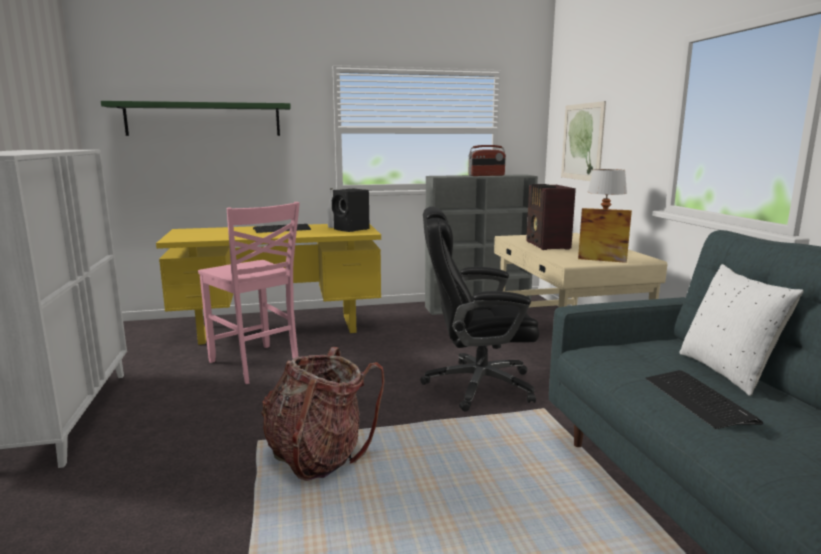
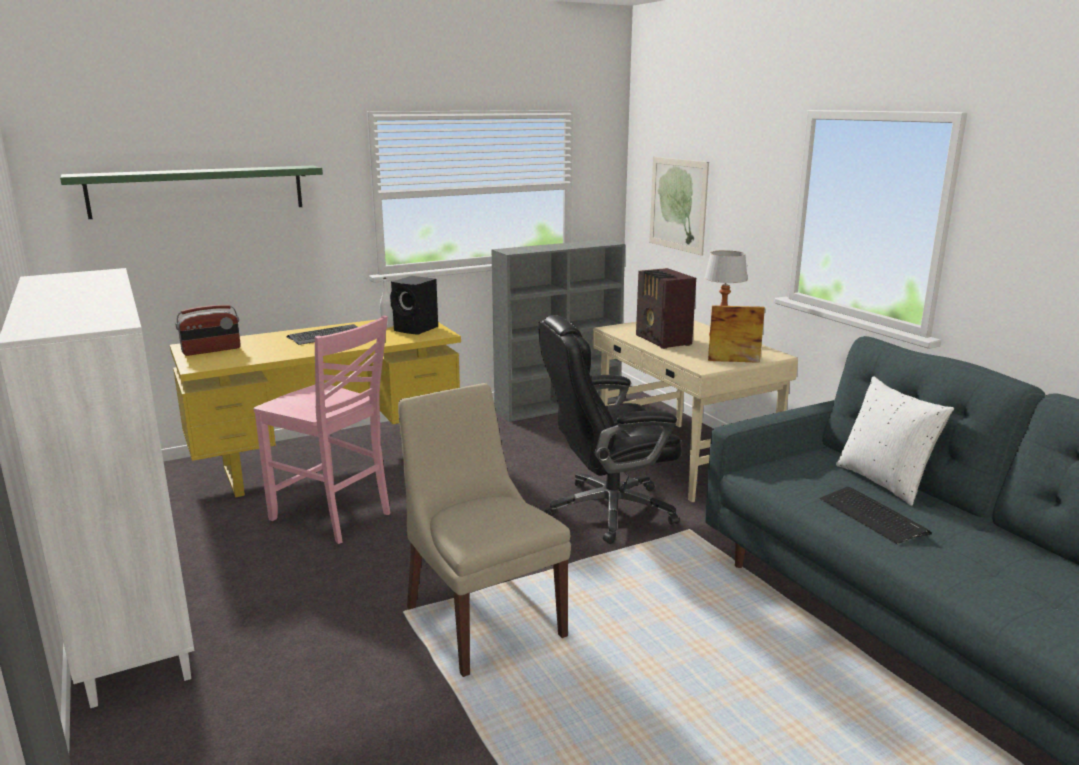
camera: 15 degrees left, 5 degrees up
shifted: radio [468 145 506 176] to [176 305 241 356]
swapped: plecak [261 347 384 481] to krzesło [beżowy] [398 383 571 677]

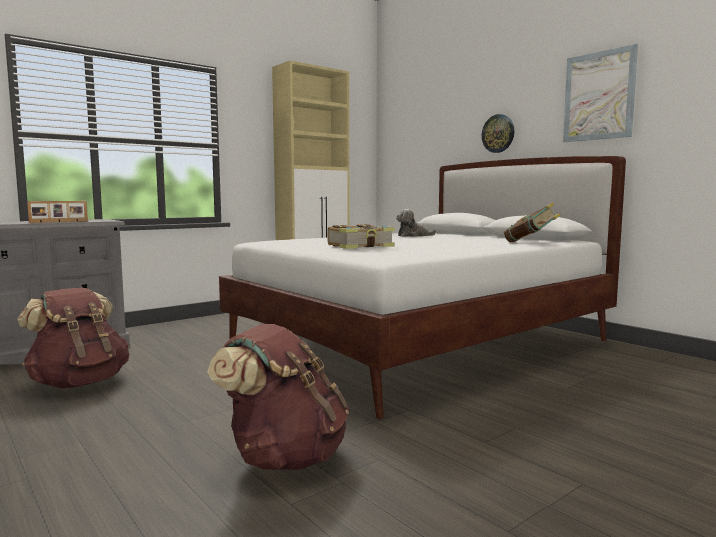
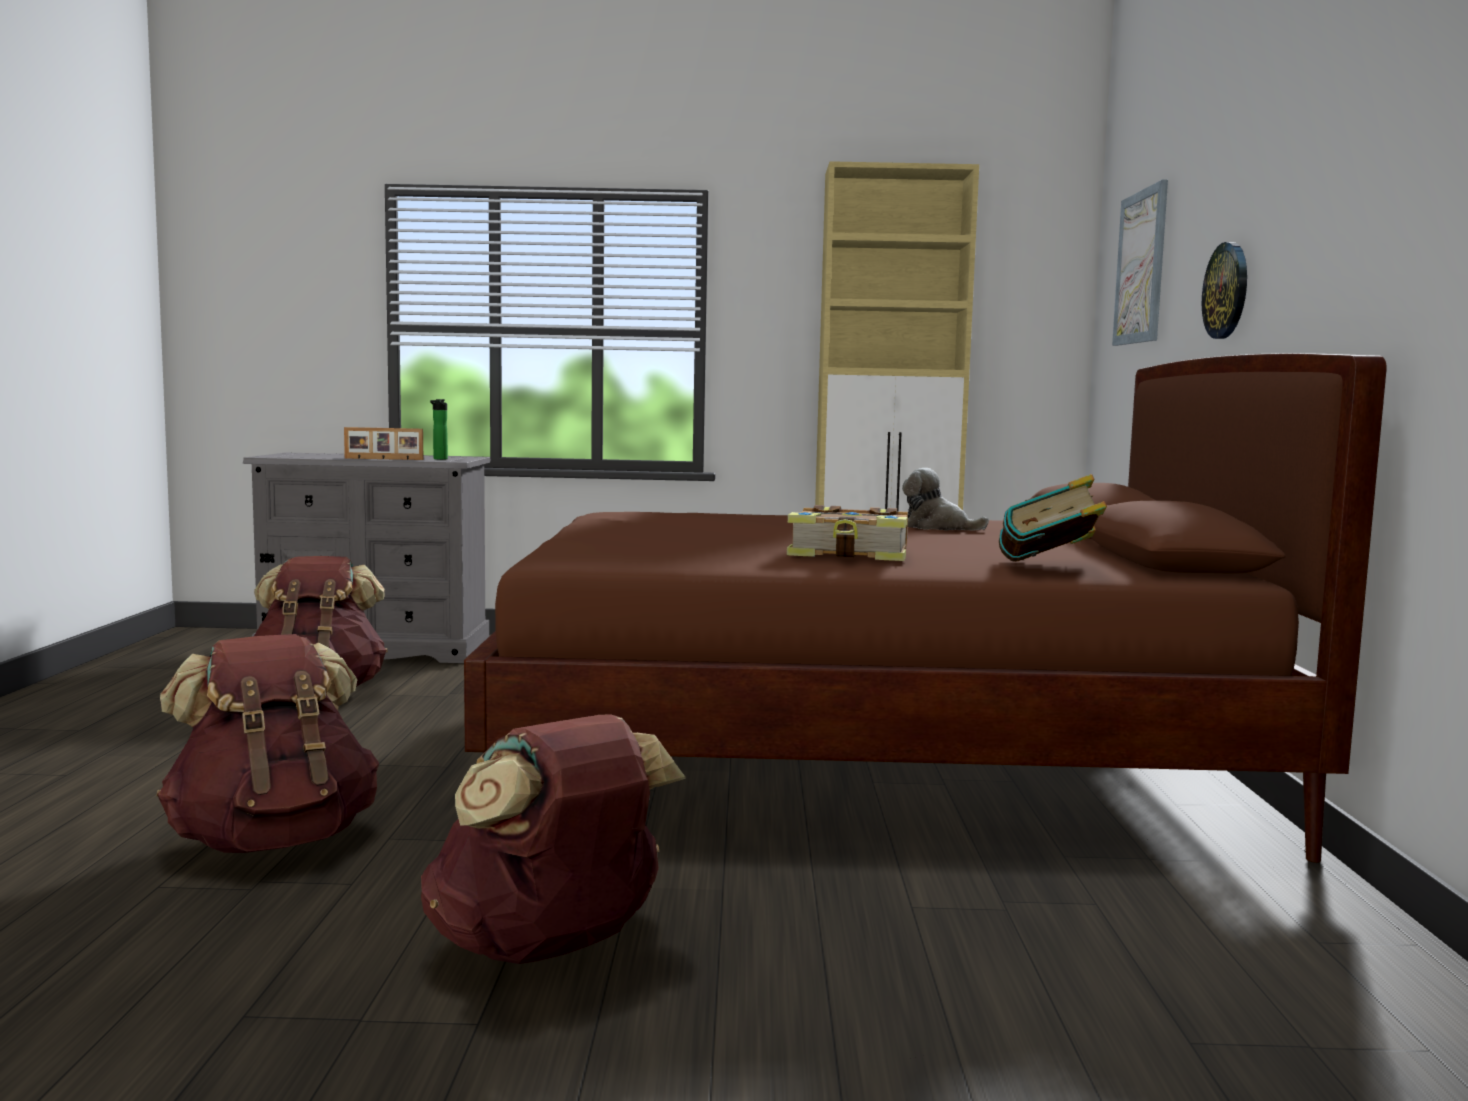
camera: 40 degrees right, 0 degrees up
new: plecak [brązowy] [421 714 686 964]; butelka [430 399 448 460]
shifted: książka [327 224 395 249] to [787 505 908 561]; obraz [563 44 638 142] to [1112 180 1168 346]
repainted: łóżko [biały] [219 156 626 419] to łóżko [brązowy] [464 353 1387 863]

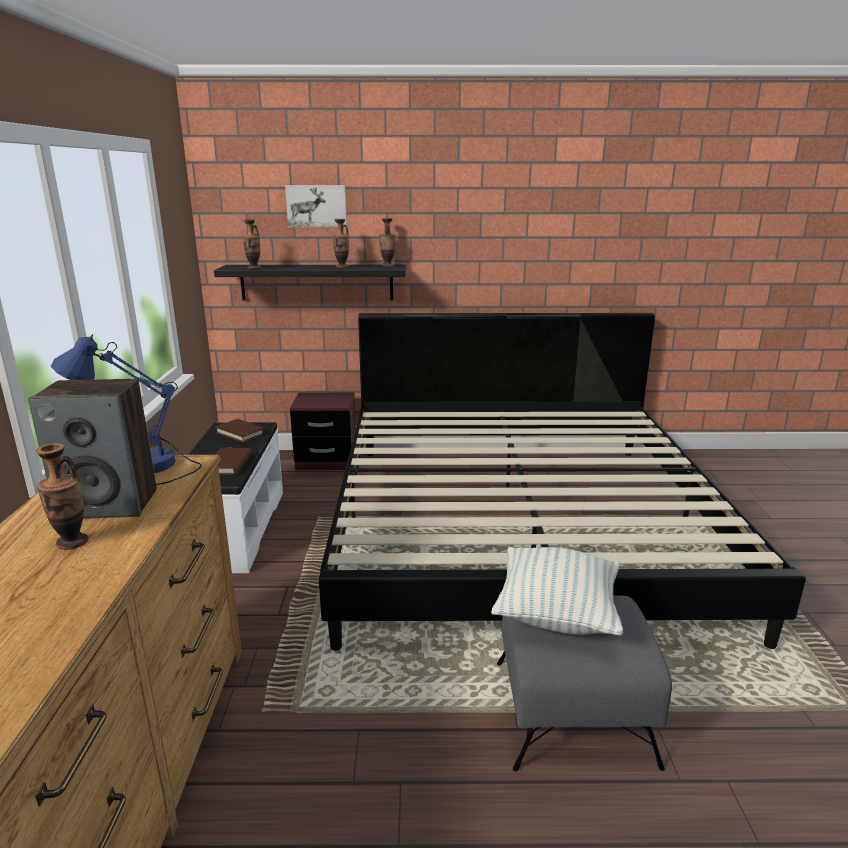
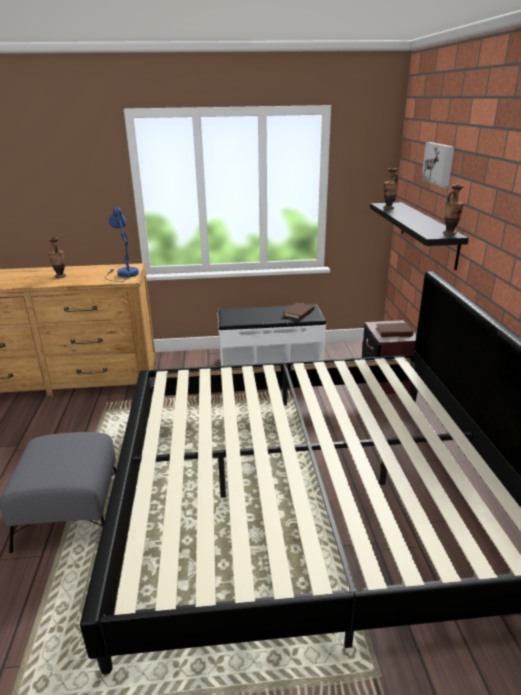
camera: 85 degrees right, 5 degrees up
gone: głośnik [28 379 157 519]; wazon [332 219 349 268]; poduszka [491 547 623 636]
shifted: książka [brązowy] [215 448 252 475] to [376 323 413 337]

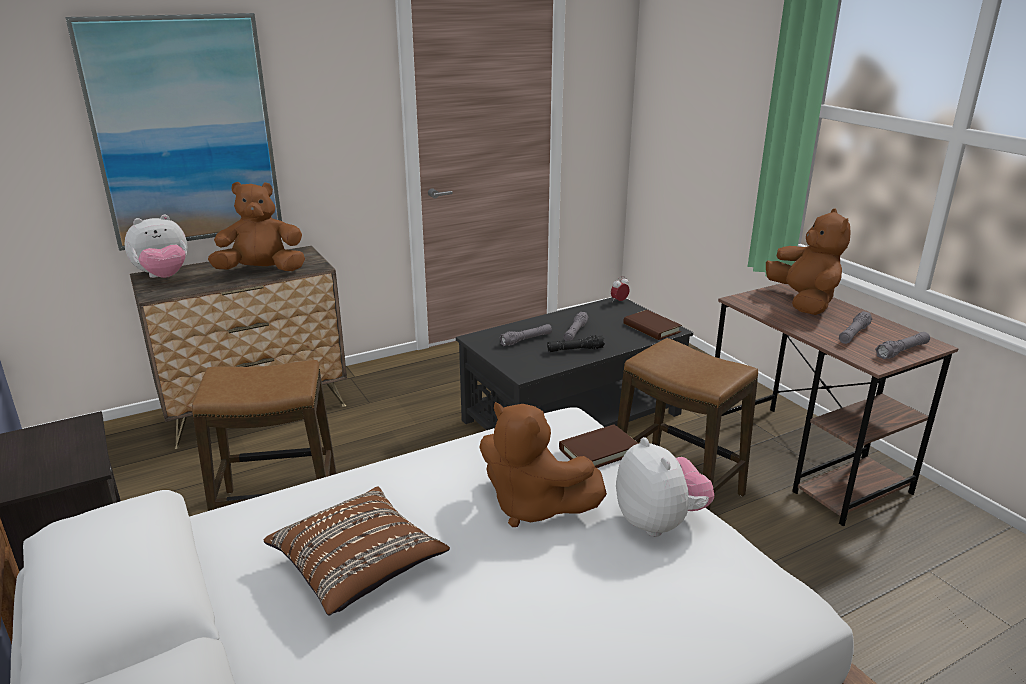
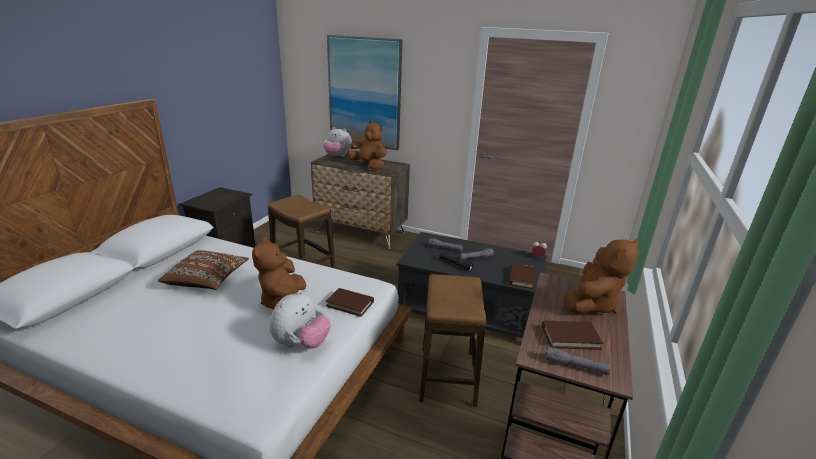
camera: 50 degrees right, 0 degrees up
swapped: latarka [szary] [839 311 872 344] to książka [brązowy] [542 321 604 350]

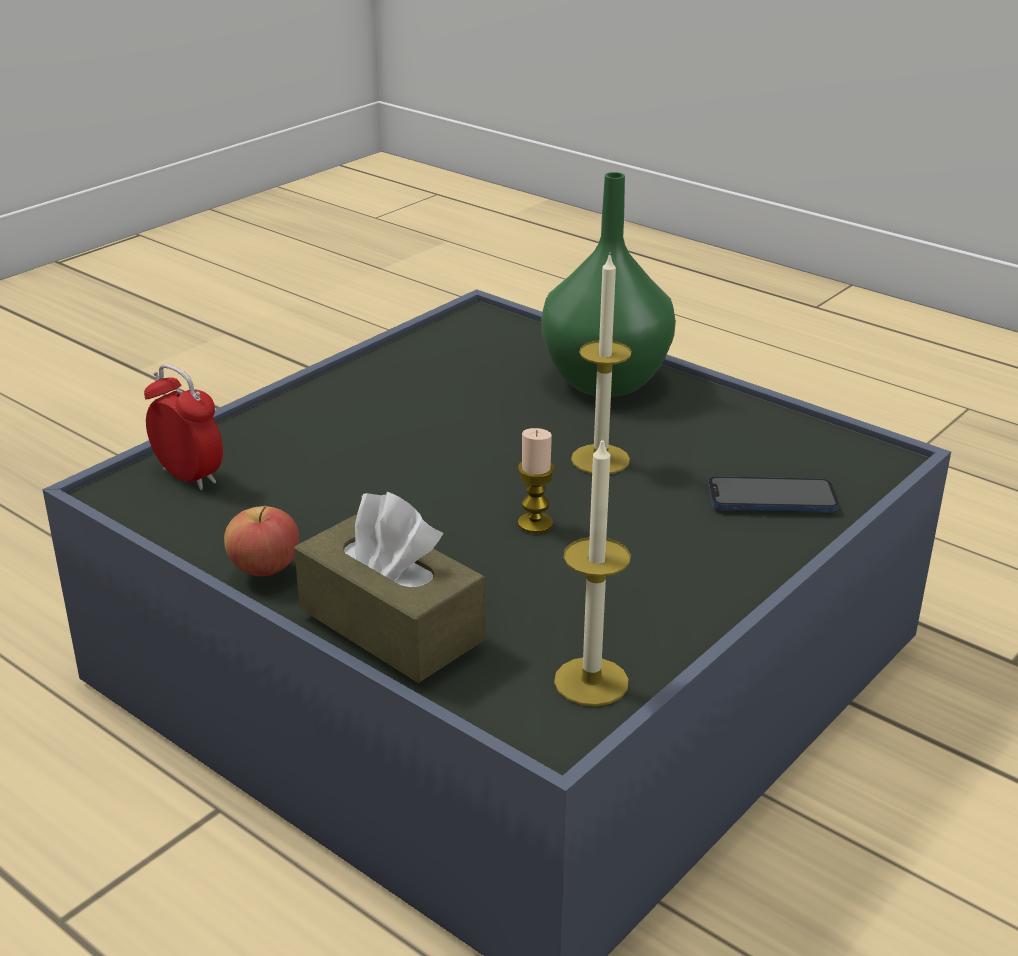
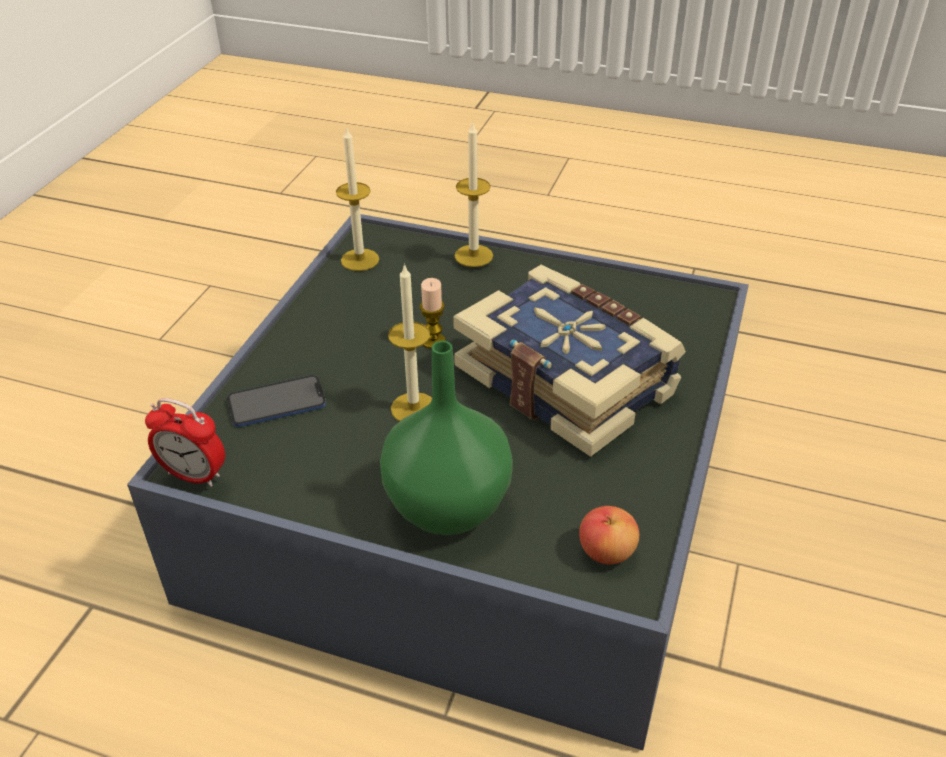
camera: 160 degrees right, 10 degrees up
new: książka [453 265 686 457]
shifted: budzik [144 364 223 490] to [145 398 225 487]; jabłko [224 506 299 576] to [579 506 639 564]
swapped: pudełko chusteczek [brązowy] [294 492 485 683] to świeca [455 121 493 267]

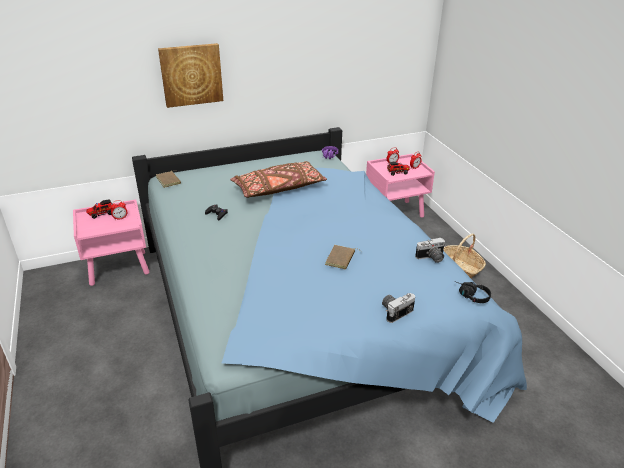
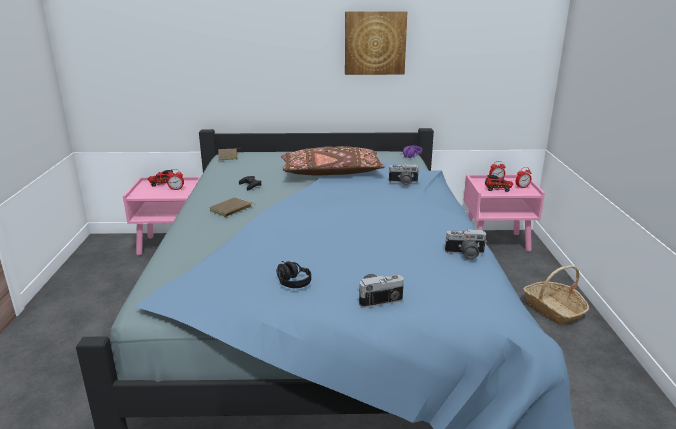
camera: 20 degrees right, 10 degrees down
new: aparat fotograficzny [388 164 419 185]
shifted: książka [brązowy] [325 245 361 270] to [209 197 255 217]; słuchawki [czarny] [457 282 491 303] to [276 261 311 288]; obraz [158 43 223 108] to [345 11 407 75]

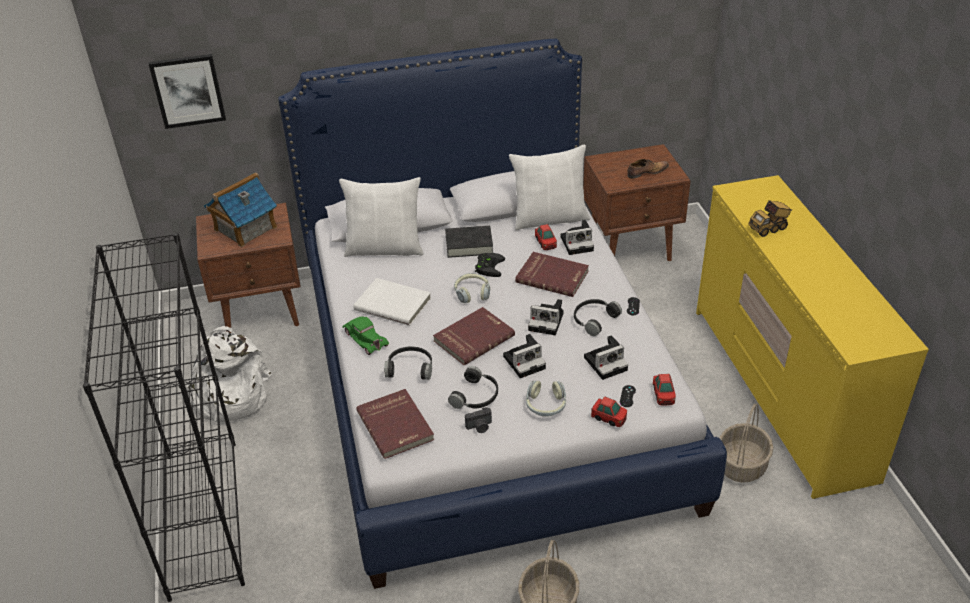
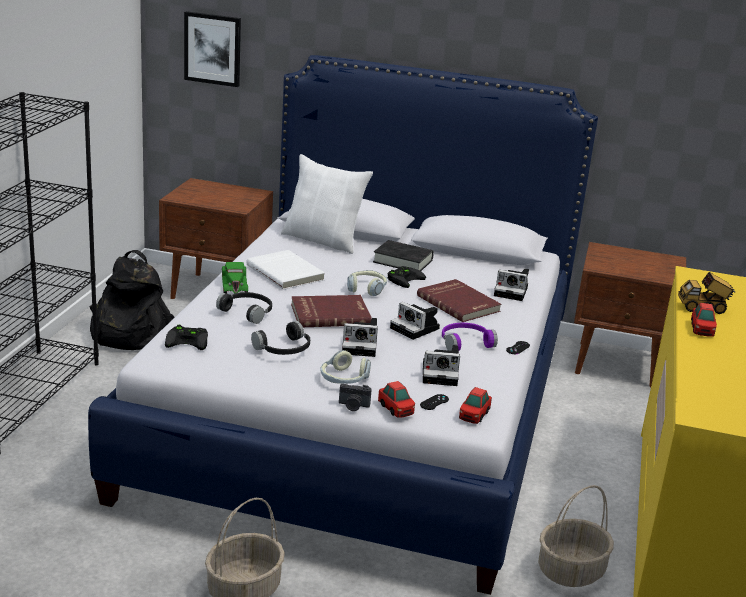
camera: 25 degrees right, 15 degrees down
gone: domek [204 172 277 247]; poduszka [biały] [509 144 590 231]; but [627 159 669 179]
shifted: aparat fotograficzny [465 407 492 433] to [339 384 372 411]; samochodzik [535 224 557 250] to [691 303 717 337]
swapped: książka [czerwony] [356 389 435 459] to pad do gier [czarny] [165 325 208 350]
repainted: plecak [biały] [179 326 272 422] to plecak [czarny] [90 250 175 350]; słuchawki [czarny] [574 299 622 336] to słuchawki [fioletowy] [442 323 498 351]

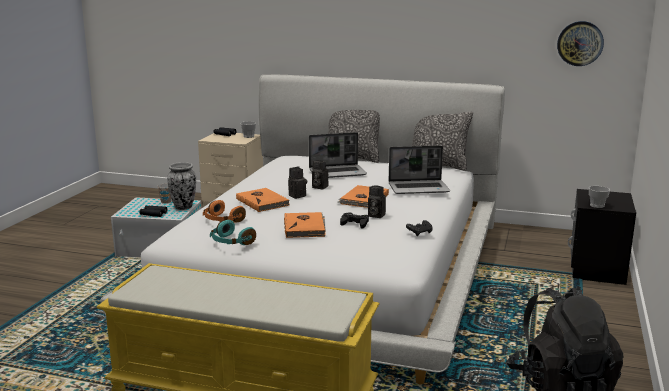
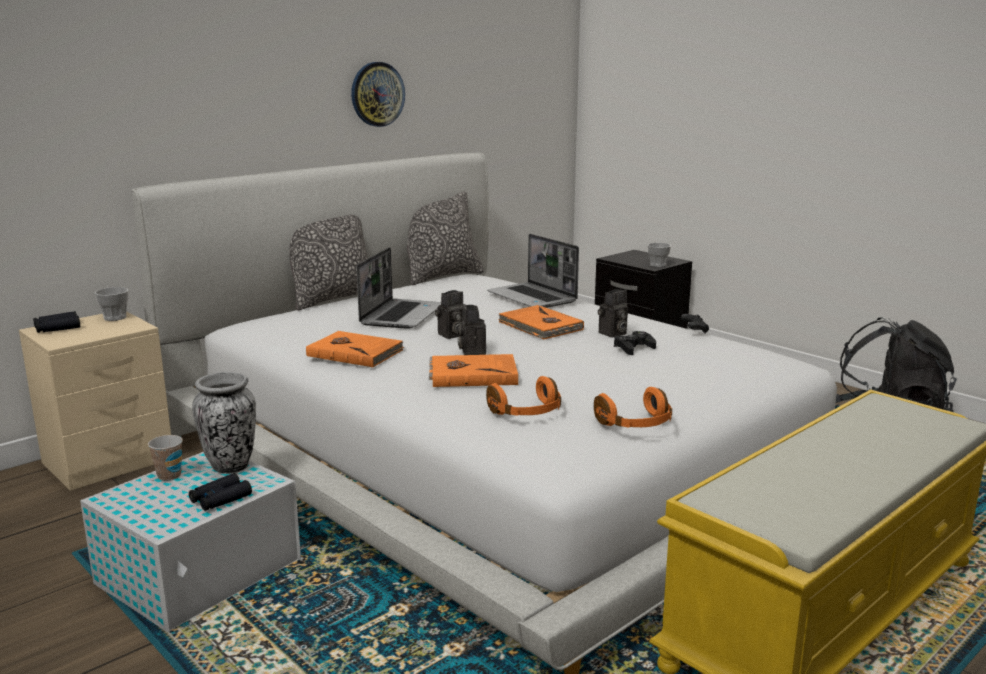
camera: 60 degrees left, 0 degrees up
shifted: książka [pomarańczowy] [284 212 326 238] to [306 331 404 367]; zegar ścienny [557 21 604 66] to [351 62 405 127]
repainted: słuchawki [turkusowy] [210 220 256 245] to słuchawki [pomarańczowy] [594 387 672 428]
rotated: laptop [389 145 450 194] = [488 234 579 308] 120 degrees clockwise

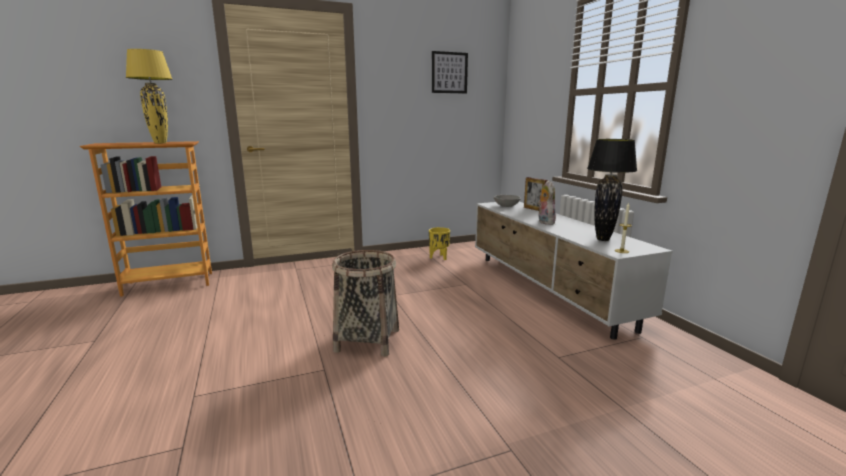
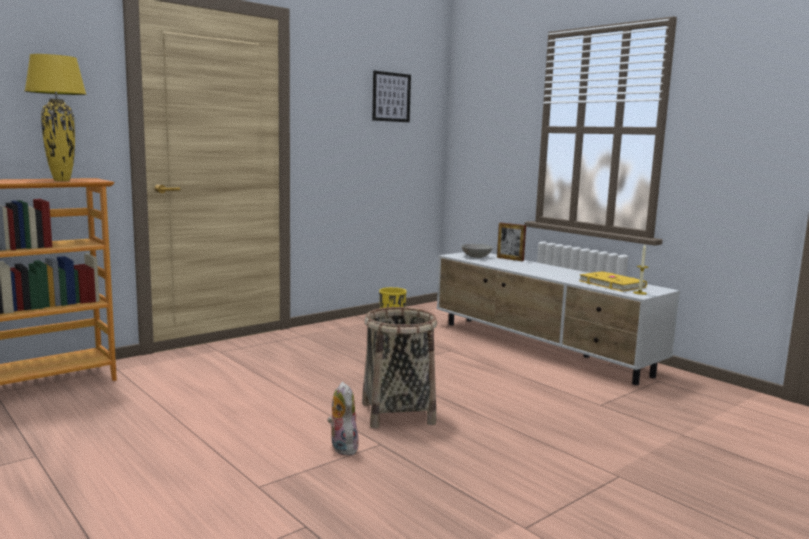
camera: 20 degrees left, 5 degrees down
shifted: pluszak [537 180 556 225] to [327 382 359 456]
swapped: lampa stołowa [czarny] [587 139 637 241] to książka [żółty] [579 271 647 292]

